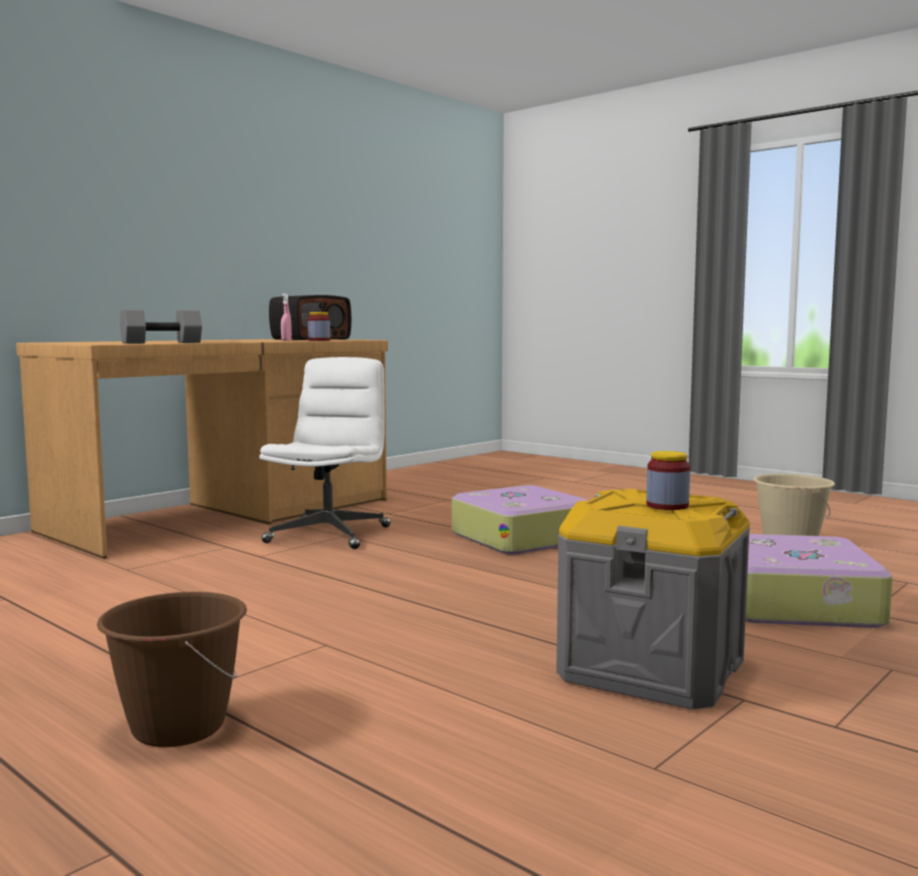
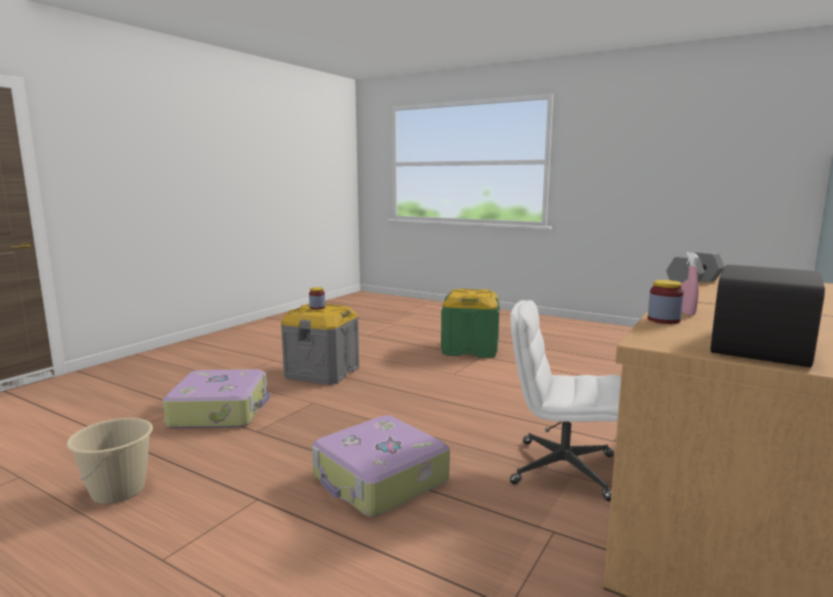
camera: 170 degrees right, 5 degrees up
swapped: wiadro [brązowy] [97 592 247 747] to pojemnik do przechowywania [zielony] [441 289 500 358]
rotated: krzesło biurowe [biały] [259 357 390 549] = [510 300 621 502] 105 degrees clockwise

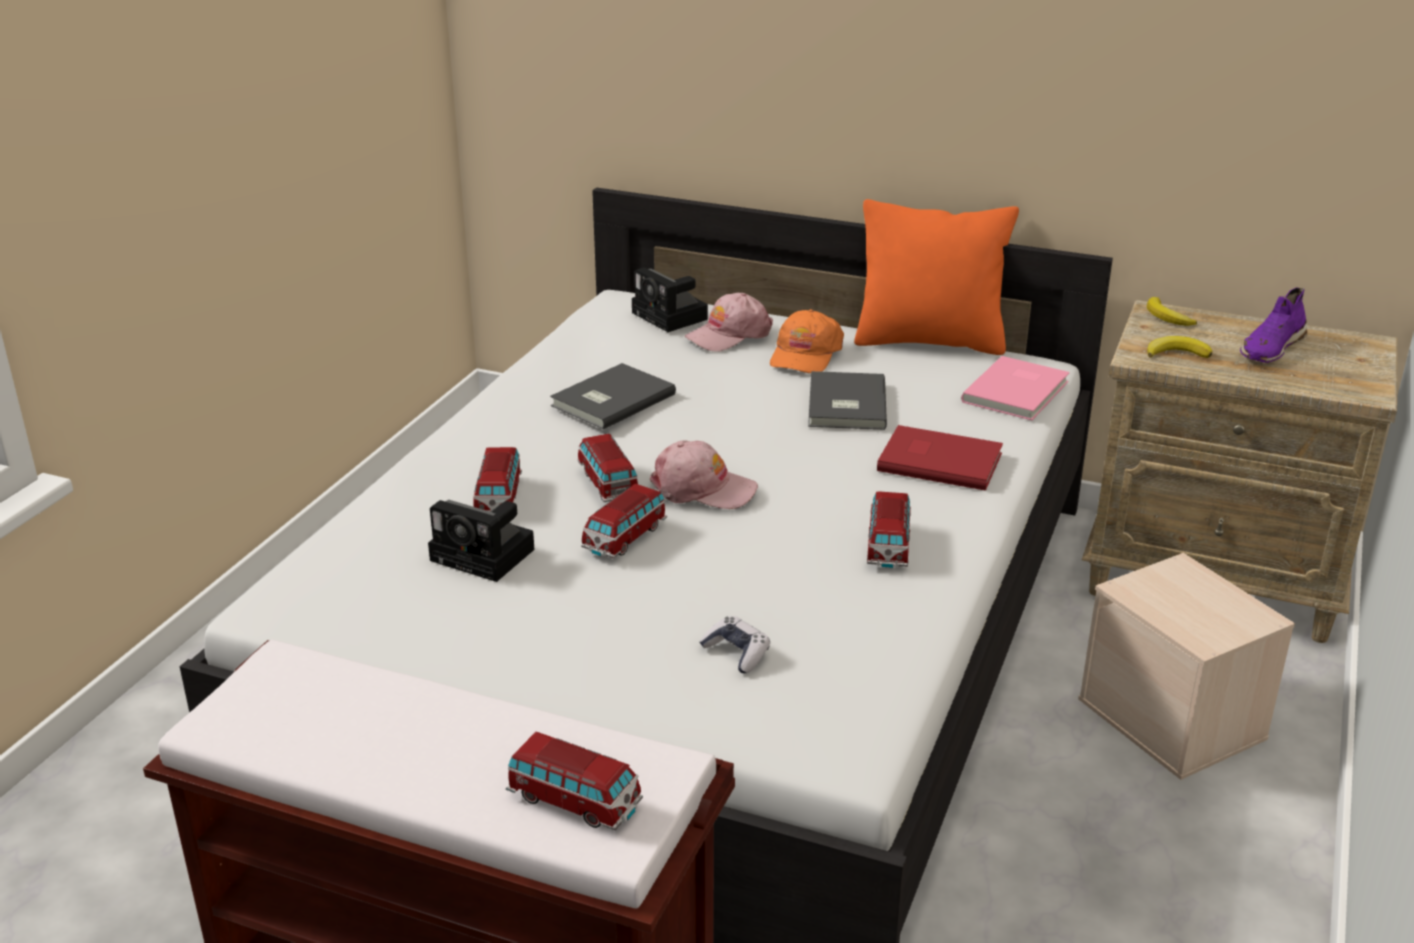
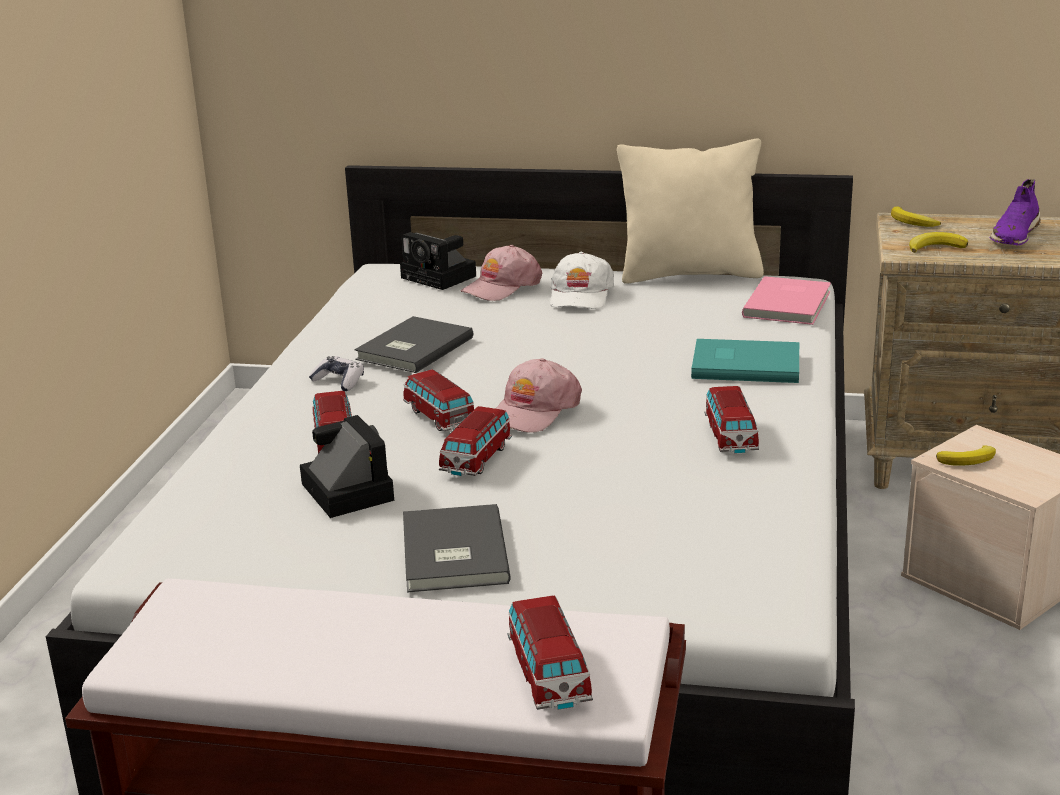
camera: 10 degrees left, 5 degrees down
new: banan [936 445 996 466]
shifted: pad do gier [699 616 770 673] to [309 356 364 391]; książka [szary] [808 371 887 430] to [403 504 511 593]
repainted: czapka z daszkiem [pomarańczowy] [770 309 844 373] to czapka z daszkiem [biały] [550 251 614 309]; poduszka [pomarańczowy] [854 199 1019 355] to poduszka [beżowy] [617 138 764 284]; książka [czerwony] [877 425 1003 491] to książka [turkusowy] [691 339 799 383]
rotated: aparat fotograficzny [428 500 534 582] = [300 415 394 518] 135 degrees counterclockwise; czapka z daszkiem [różowy] [650 440 758 509] = [495 358 582 433] 120 degrees clockwise; samochodzik [506 731 643 830] = [507 595 593 710] 60 degrees clockwise

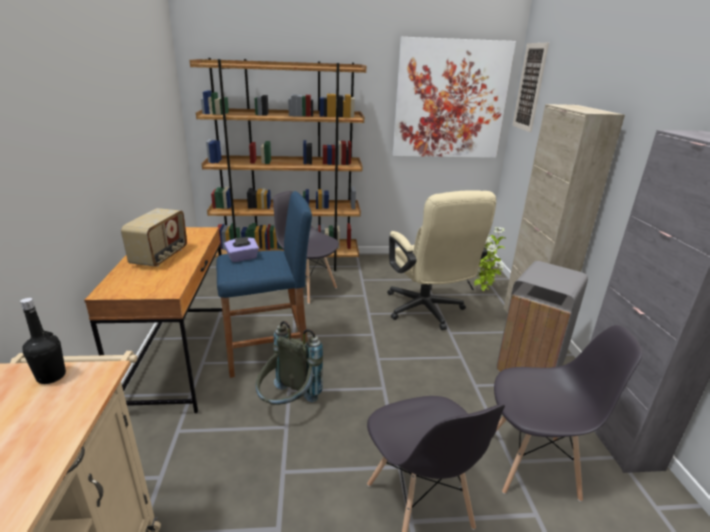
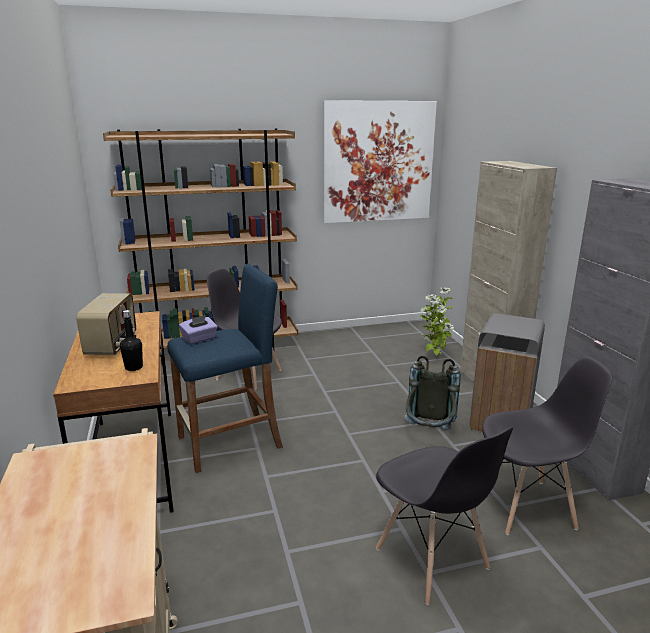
camera: 10 degrees left, 5 degrees down
gone: krzesło biurowe [beżowy] [387 190 496 330]; obraz [512 43 549 132]
shifted: butelka [czarny] [20 298 66 384] to [120 310 143 371]; plecak [szary] [256 321 323 405] to [404 356 461 430]

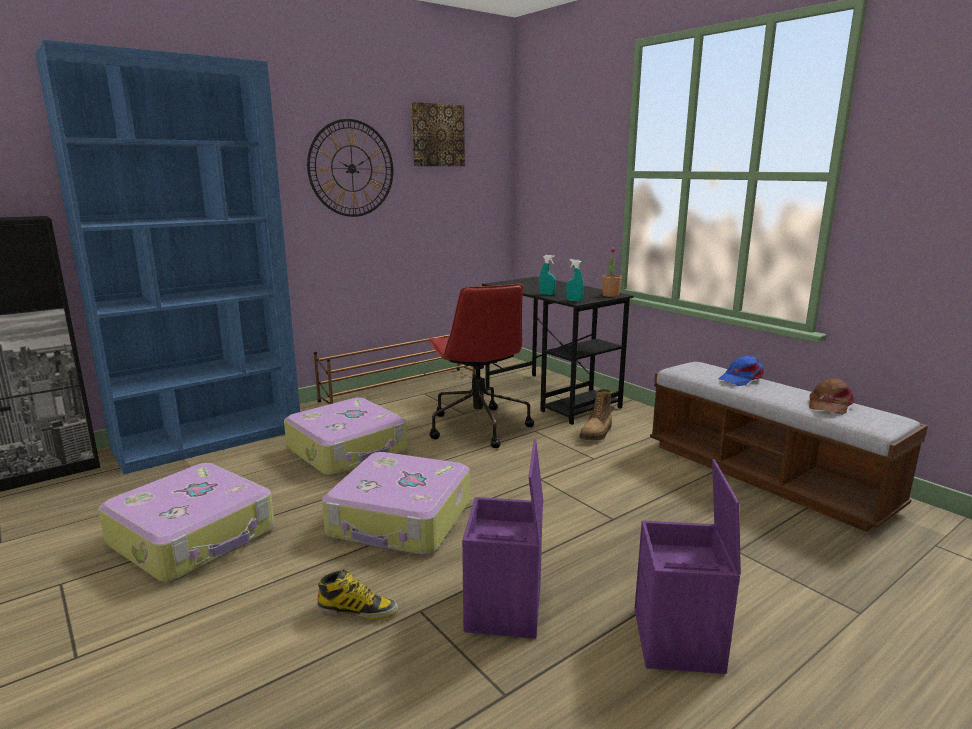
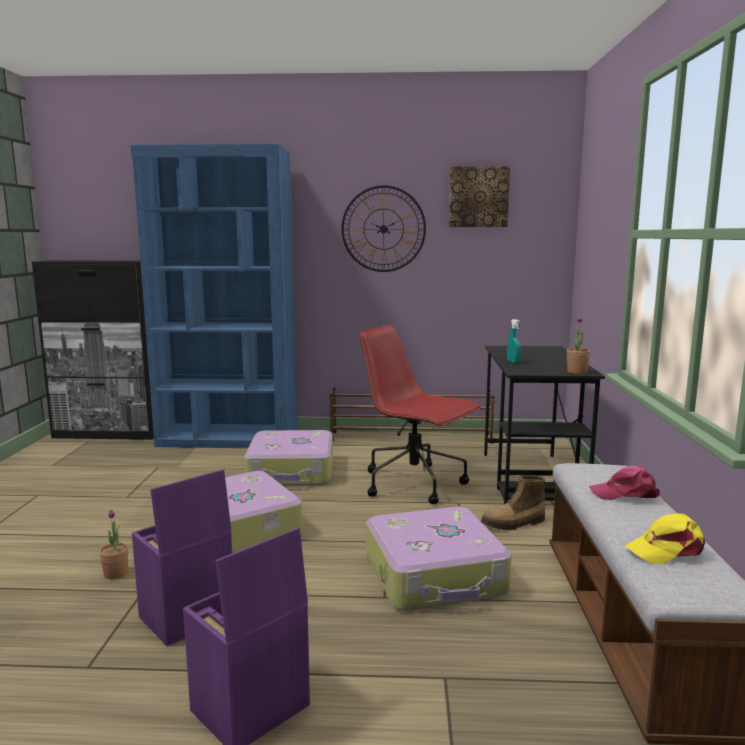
camera: 40 degrees right, 5 degrees down
gone: spryskiwacz [turkusowy] [566 259 584 302]
shifted: walizka [98 463 275 582] to [366 507 512 611]
swapped: but z cholewką [317 569 398 620] to roślina doniczkowa [99 510 128 579]
repainted: czapka z daszkiem [niebieski] [719 355 764 386] to czapka z daszkiem [różowy] [589 466 660 500]; czapka z daszkiem [brązowy] [809 378 855 415] to czapka z daszkiem [żółty] [624 514 705 564]
rotated: krzesło biurowe [czerwony] [427 284 534 448] = [359 325 482 504] 105 degrees clockwise

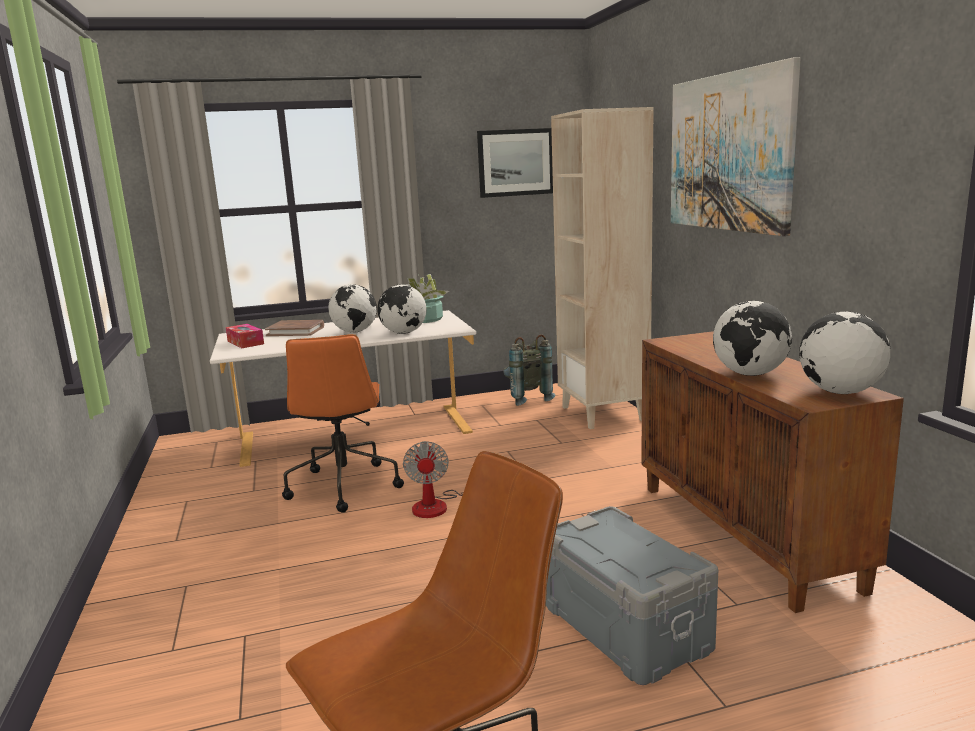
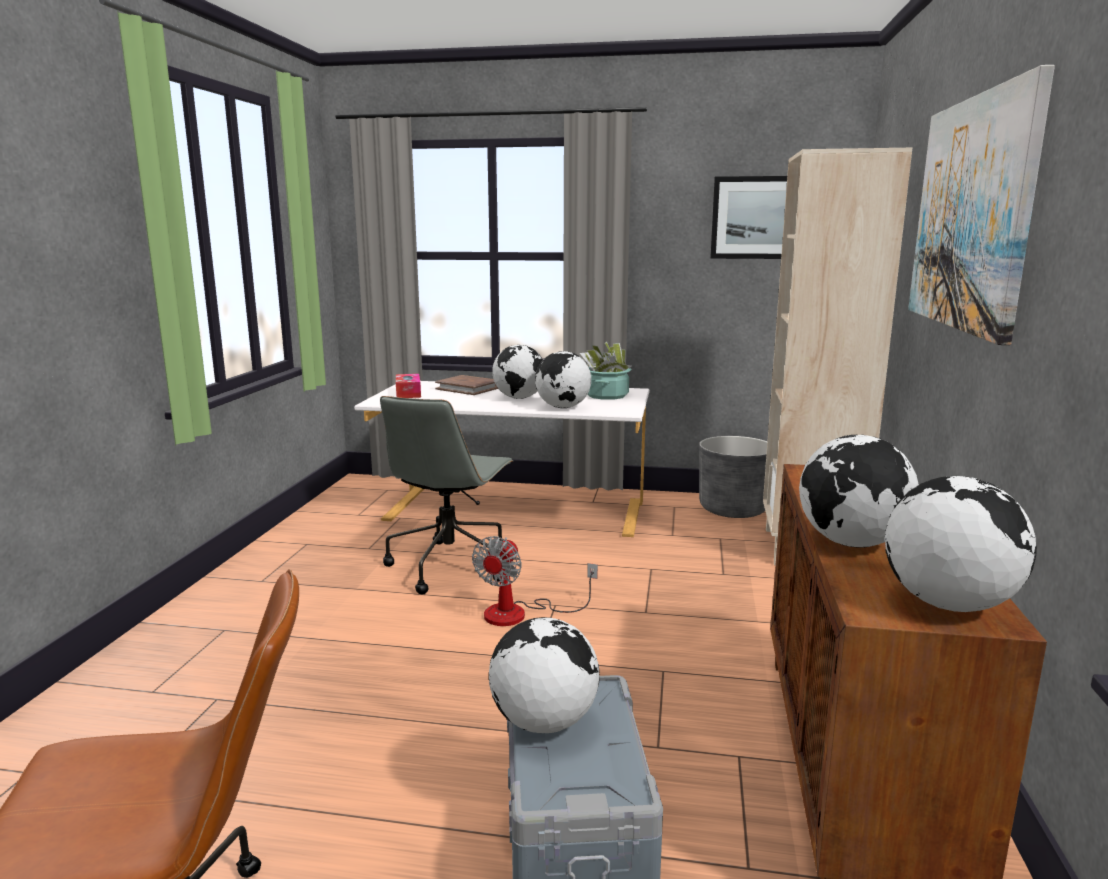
camera: 25 degrees right, 0 degrees up
new: globus [489 617 600 733]
swapped: plecak [szary] [503 334 556 406] to donica [szary] [699 436 767 518]
repainted: krzesło biurowe [pomarańczowy] [282 334 404 512] to krzesło biurowe [szary] [380 396 514 594]

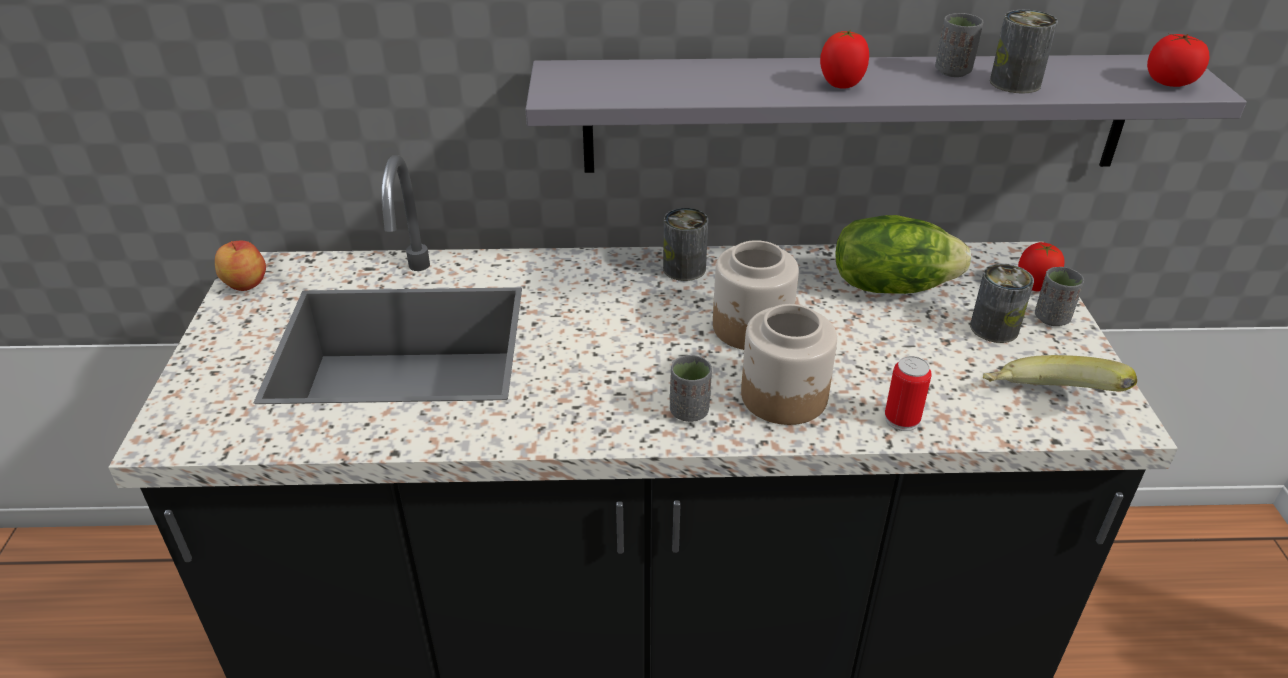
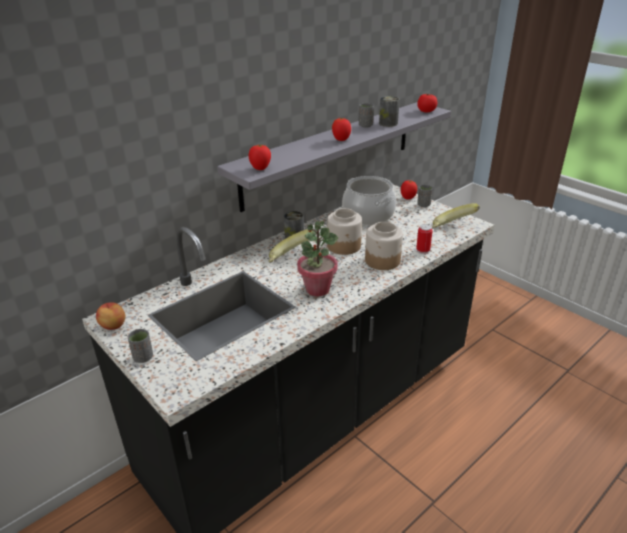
camera: 40 degrees left, 5 degrees down
gone: puszka [970 263 1034 343]
new: pomidor [249 145 271 170]; banan [268 229 314 262]; roślina doniczkowa [297 221 338 296]
shifted: filiżanka [szary] [670 355 712 422] to [127 329 153 363]
swapped: sałata [836 215 971 294] to garnek [342 176 396 225]

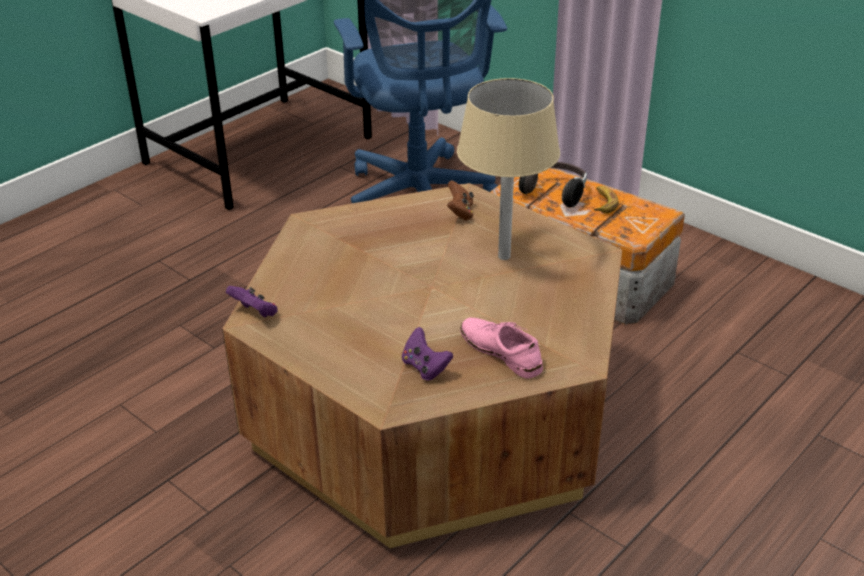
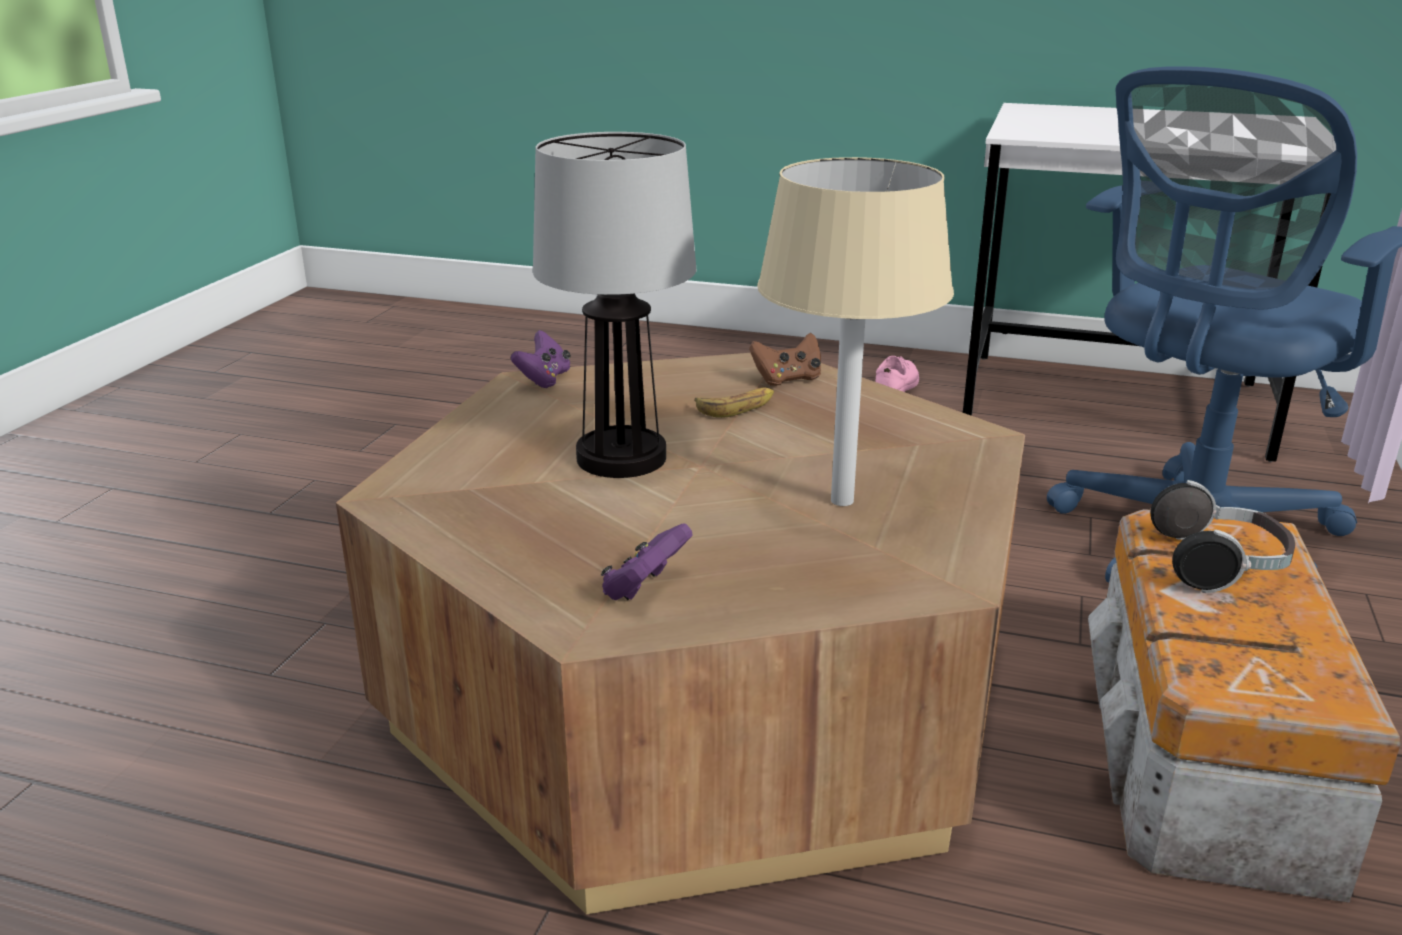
camera: 65 degrees right, 10 degrees down
new: lampa stołowa [533 132 696 478]
shifted: pad do gier [fioletowy] [402 327 453 381] to [601 523 693 600]; banan [594 186 618 213] to [695 388 774 418]; pad do gier [brązowy] [447 180 474 220] to [749 333 821 386]; but [różowy] [460 318 543 378] to [875 356 919 392]

